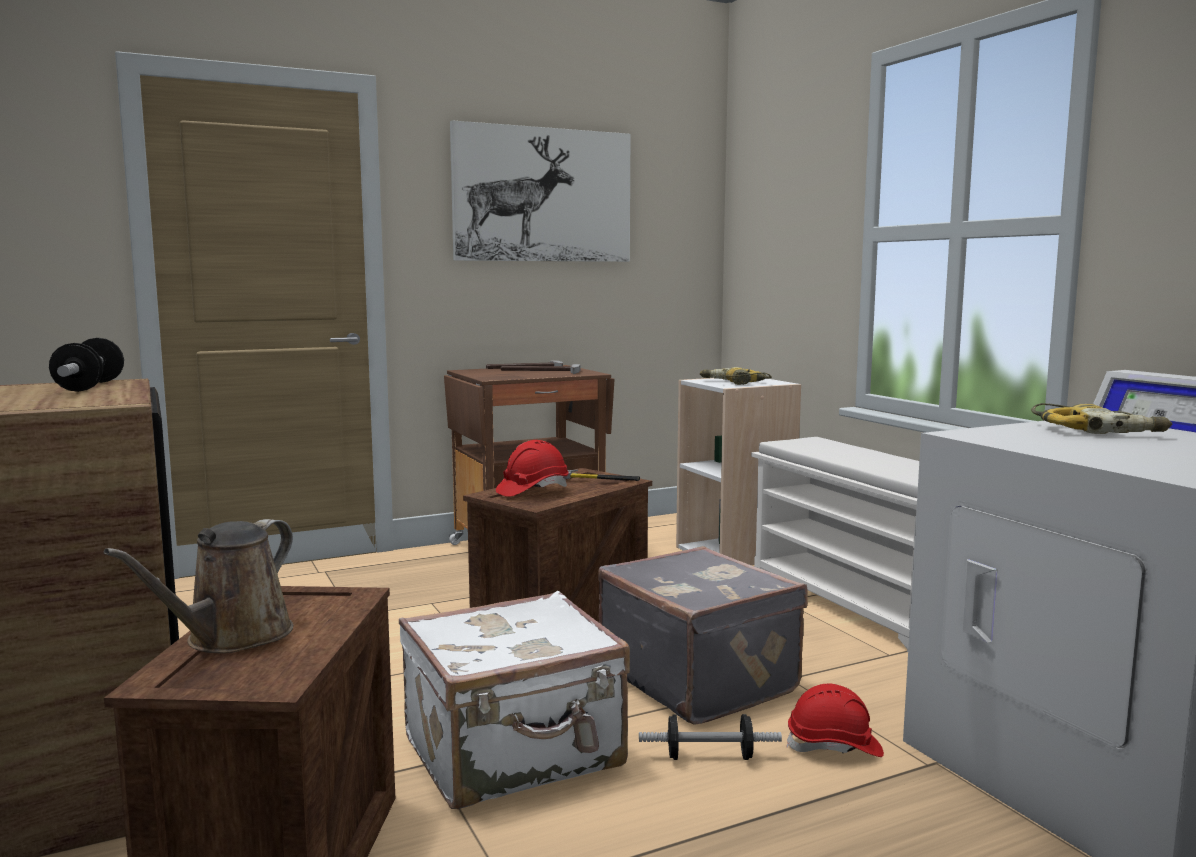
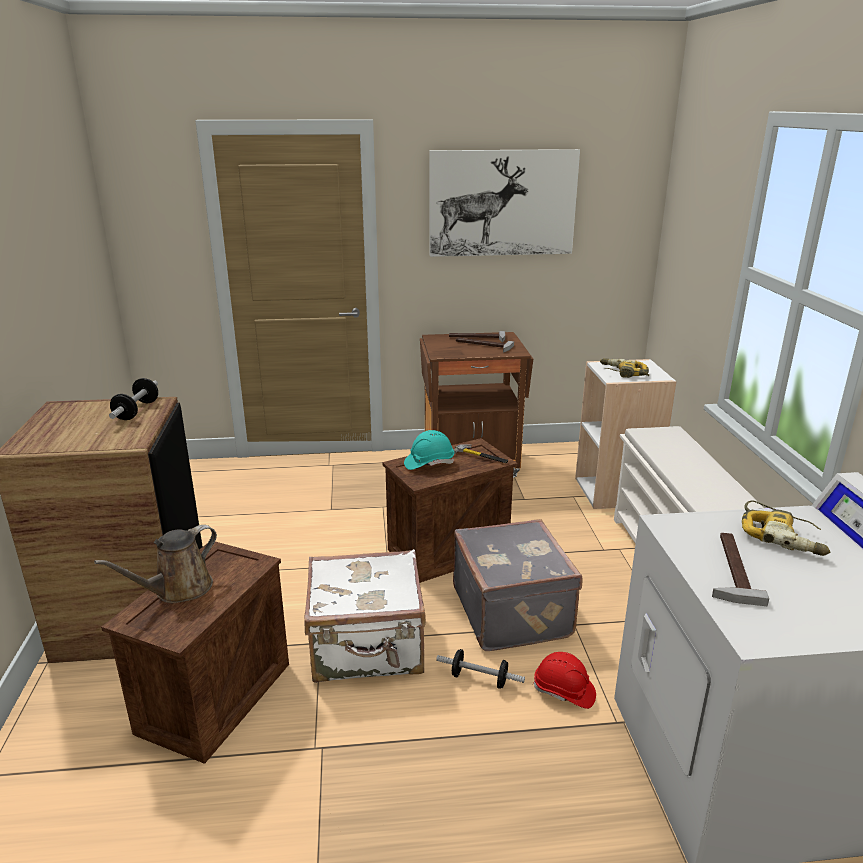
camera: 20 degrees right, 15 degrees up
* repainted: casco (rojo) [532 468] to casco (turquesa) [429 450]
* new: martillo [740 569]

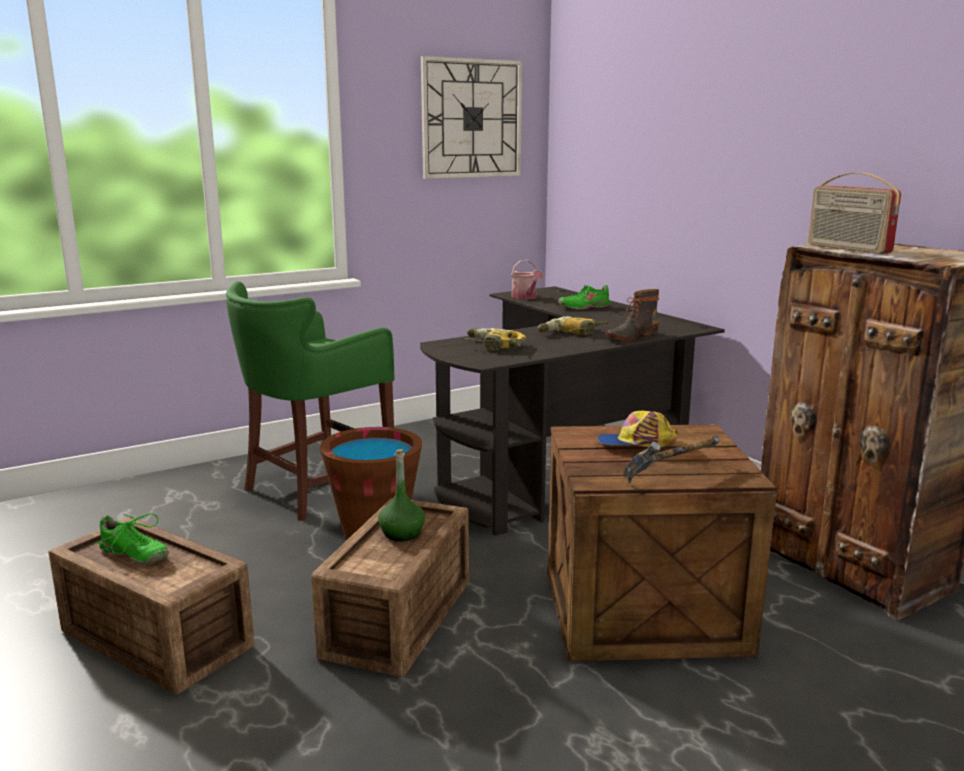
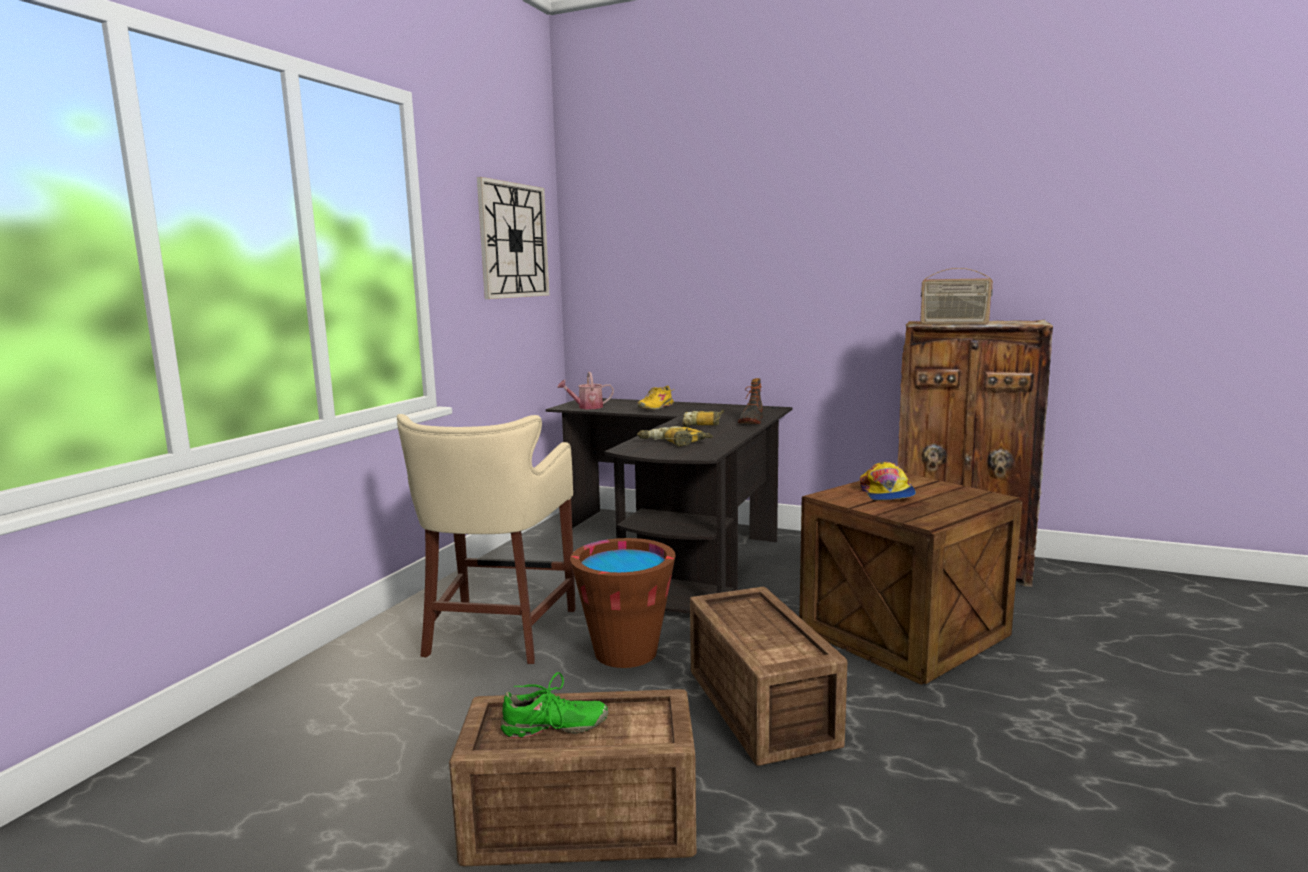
camera: 35 degrees left, 5 degrees down
* rotated: regadera [527 279] = [585 390] 135 degrees clockwise
* repainted: taburete (verde) [310 401] to taburete (beis) [486 539]
* repainted: zapato (verde) [584 297] to zapato (amarillo) [655 398]
* rotated: gorra [637 429] = [888 481] 60 degrees counterclockwise
* gone: martillo [671 459]
* gone: botella (verde) [401 495]

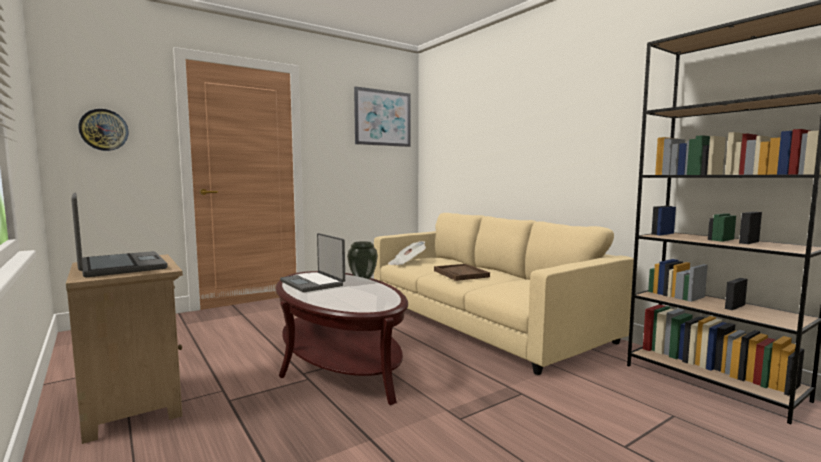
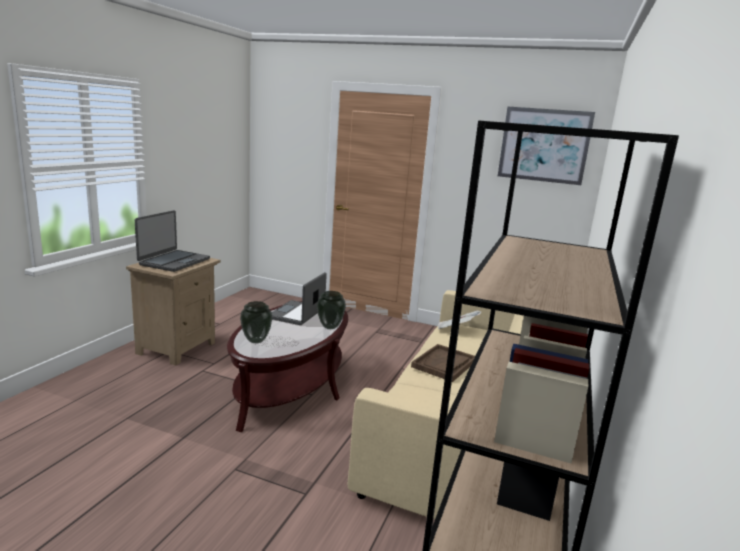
camera: 55 degrees right, 10 degrees up
* gone: reloj de pared [103 130]
* new: florero [256 322]

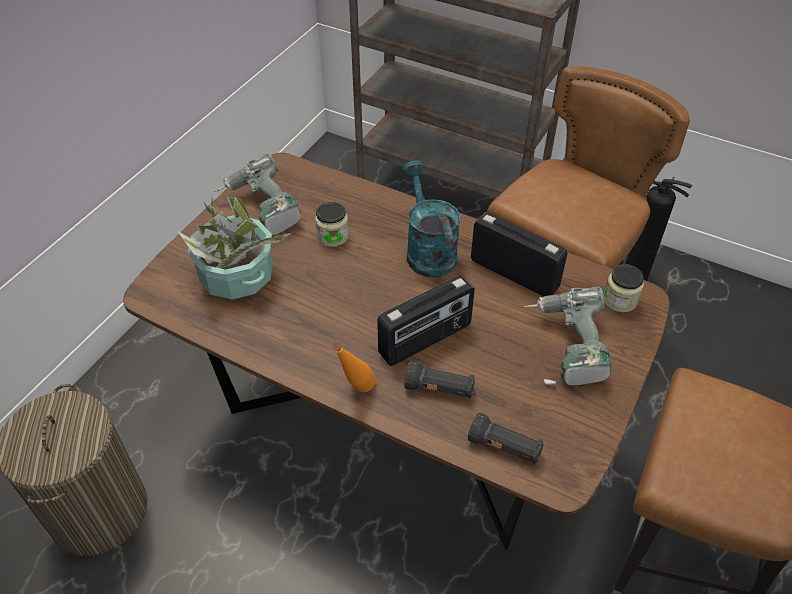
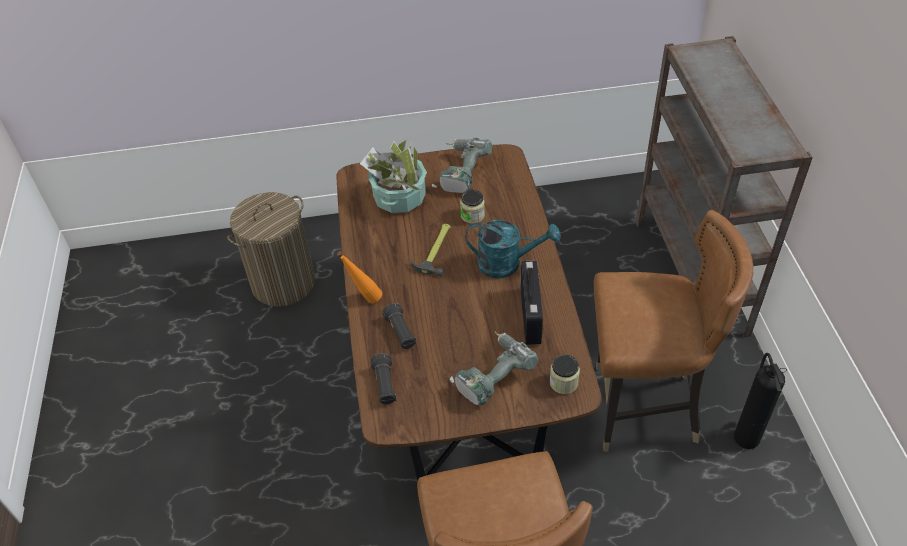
camera: 55 degrees right, 0 degrees up
* rotated: regadera (turquesa) [431 219] = [513 249] 60 degrees clockwise
* gone: radio [426 320]
* new: martillo [430 250]

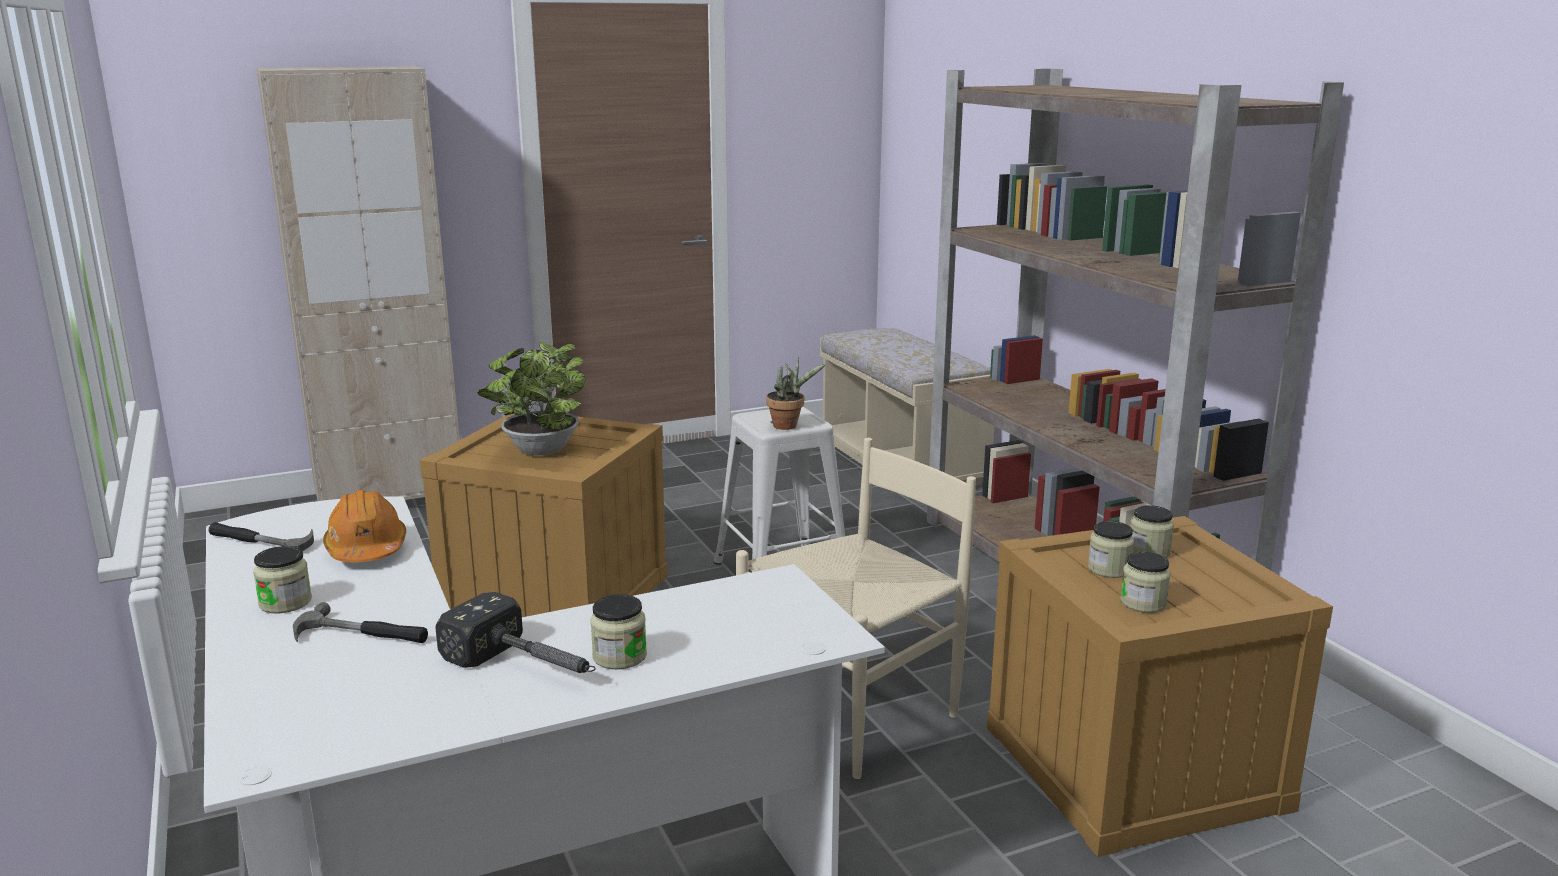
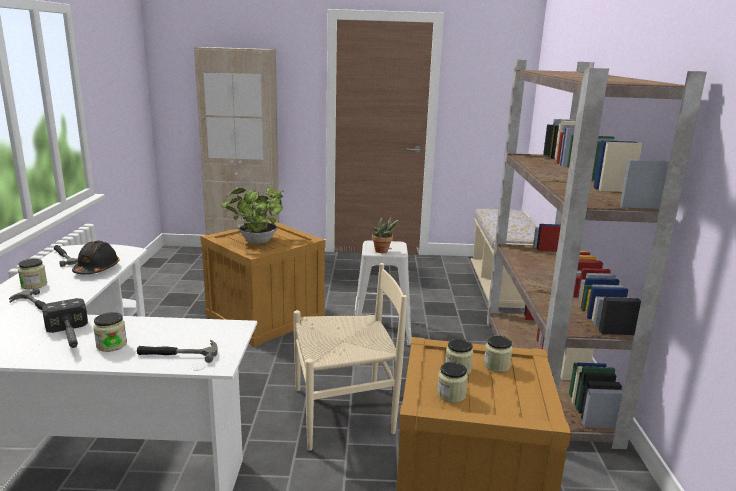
camera: 25 degrees right, 0 degrees up
* repainted: casco (naranja) [364 526] to casco (negro) [96 257]
* new: martillo [177 351]

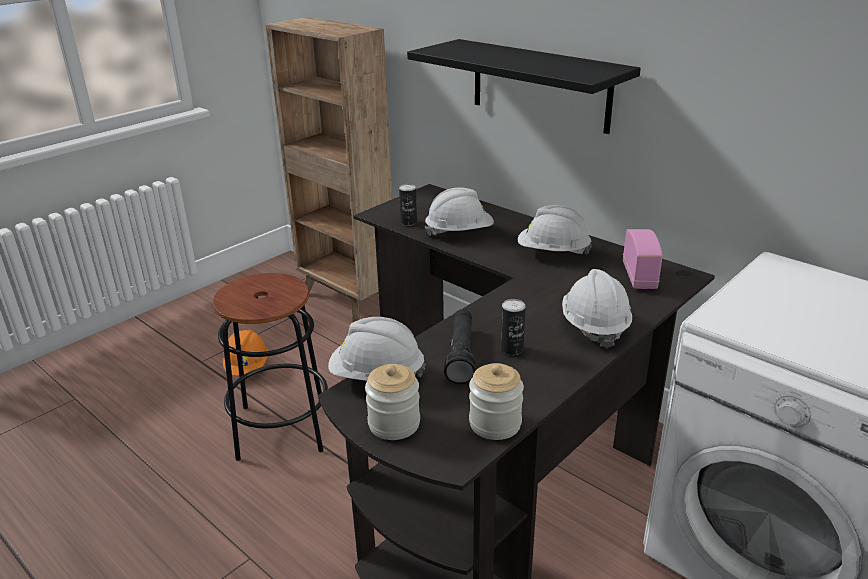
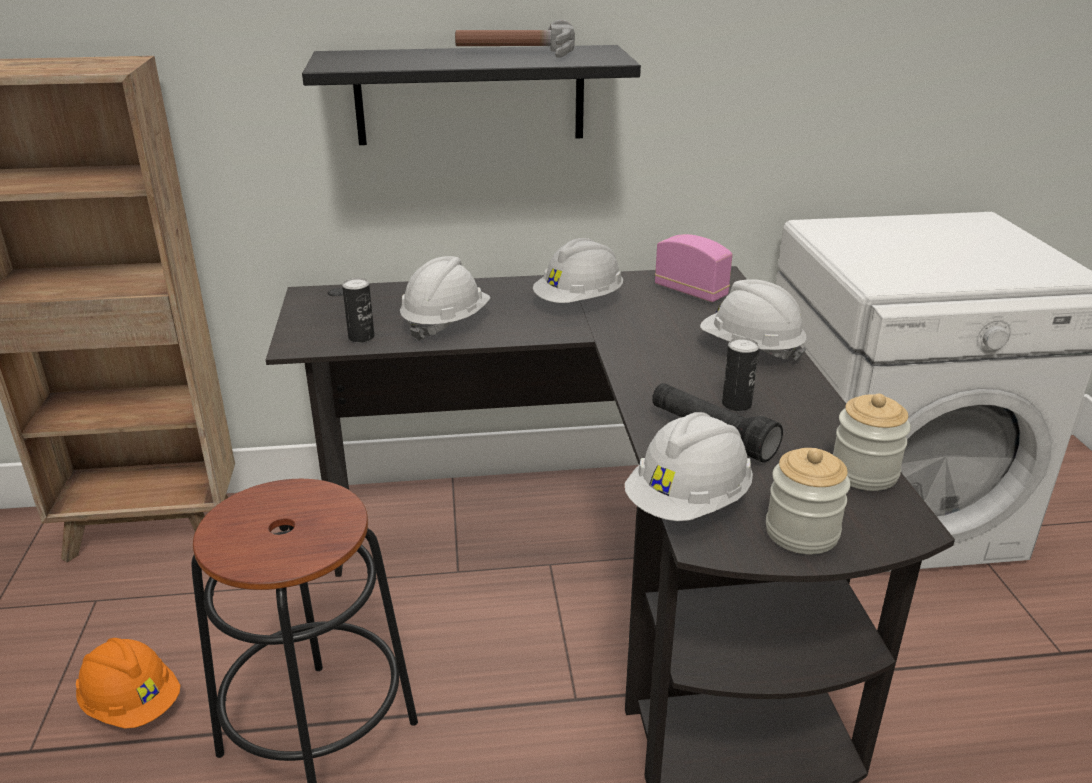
camera: 50 degrees left, 0 degrees up
* new: martillo [515 38]

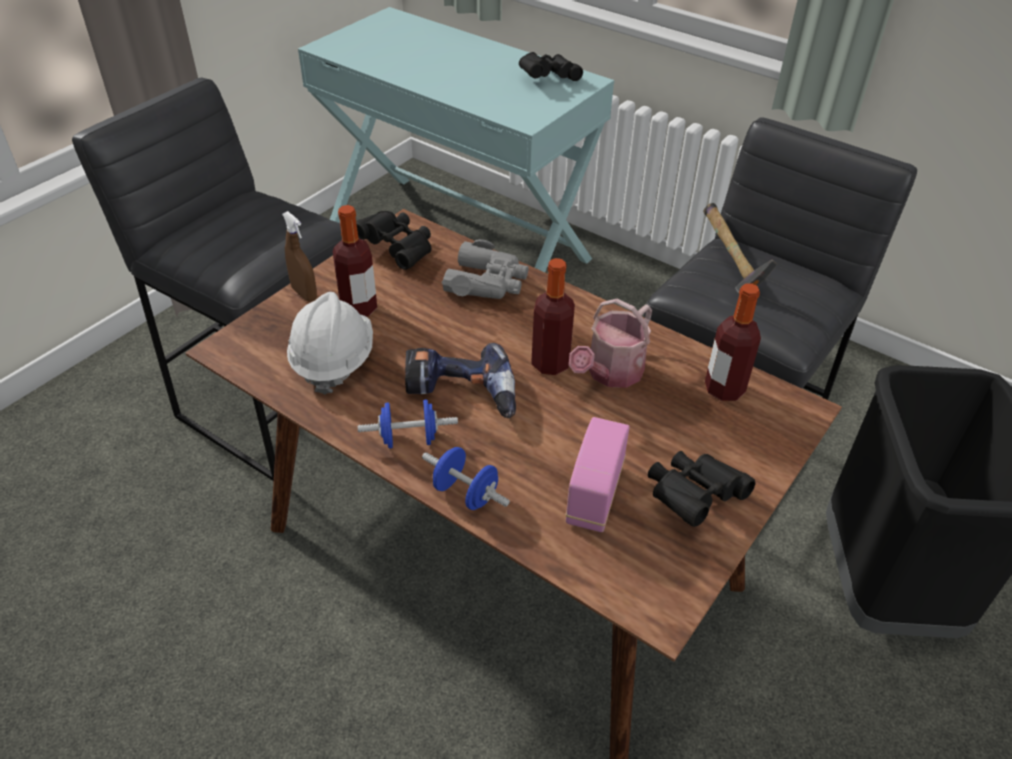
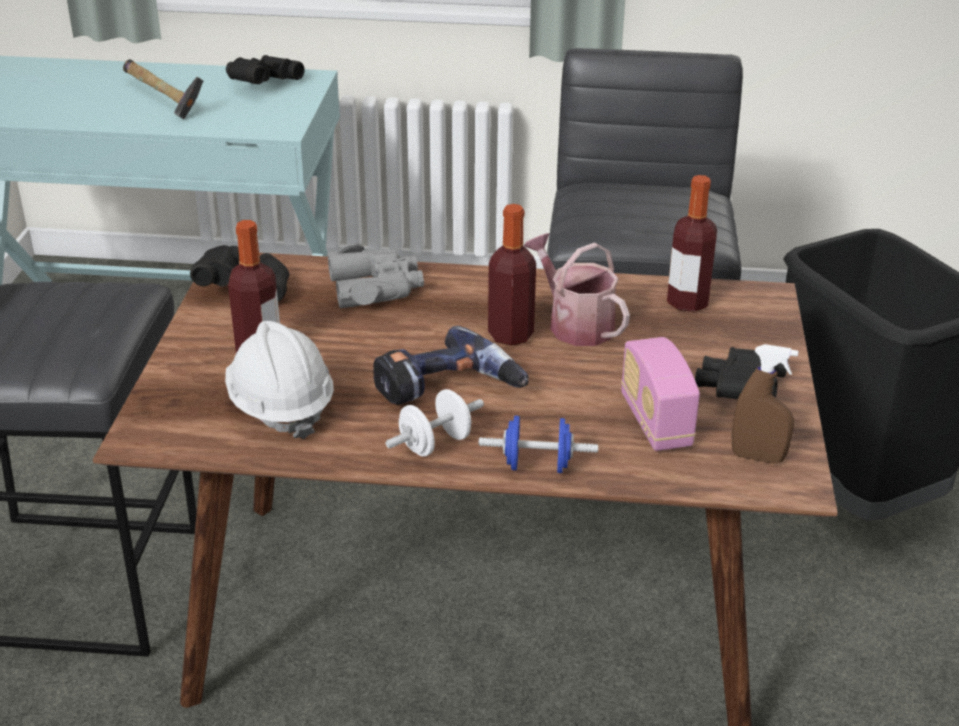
camera: 30 degrees left, 10 degrees down
* shifted: martillo [741 249] to [163 89]
* shifted: pulverizador (marrón) [299 256] to [764 404]
* rotated: regadera [610 343] = [577 289] 135 degrees clockwise
* repainted: mancuerna (azul) [408 423] to mancuerna (blanco) [434 423]

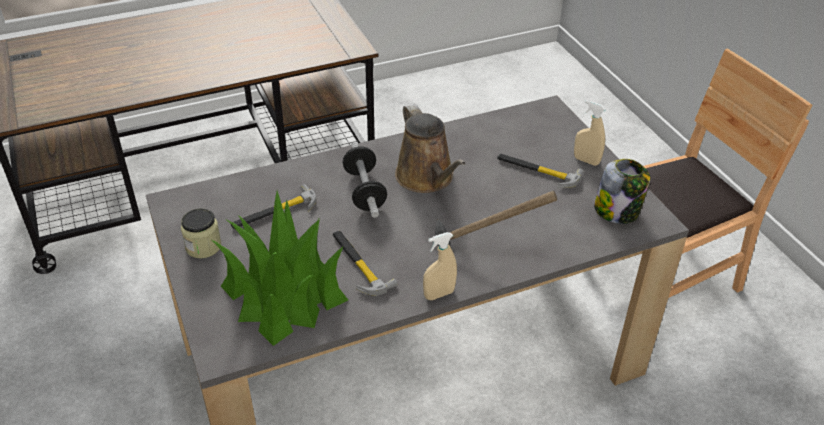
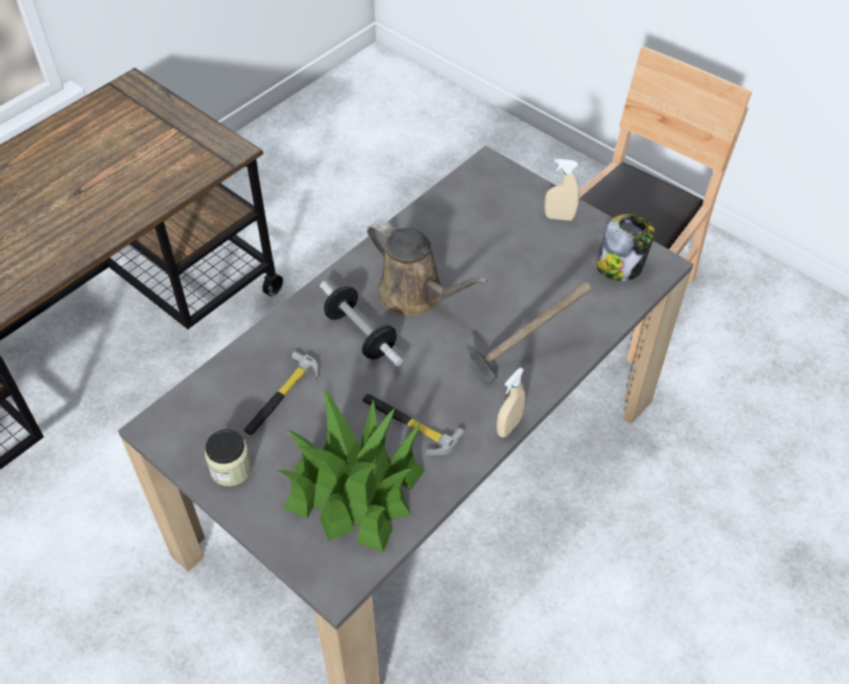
camera: 25 degrees left, 10 degrees up
* gone: martillo [540 171]

